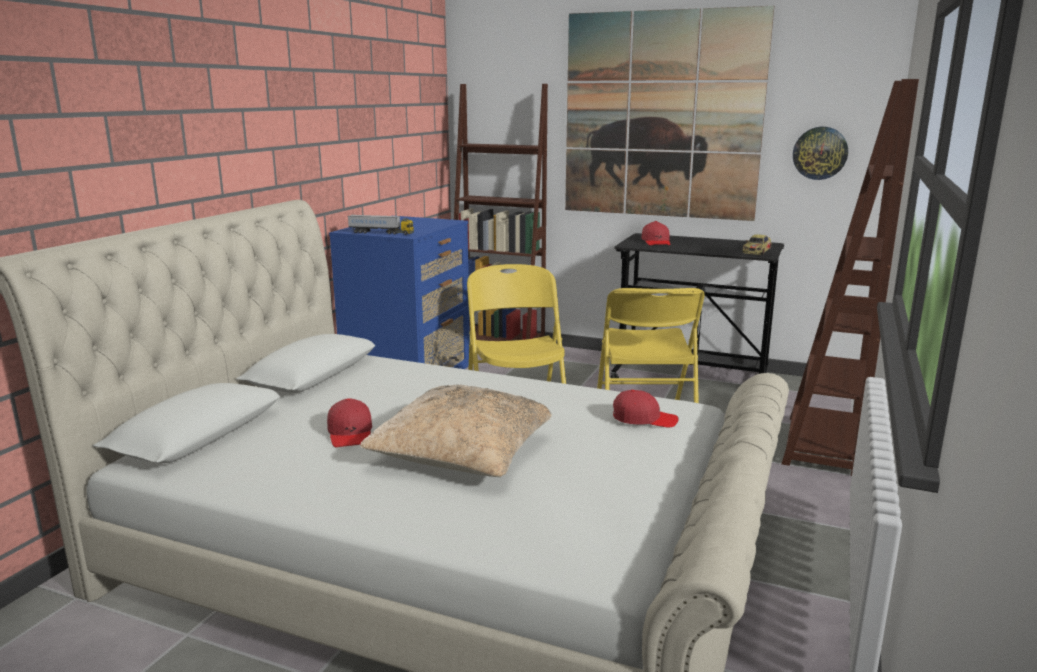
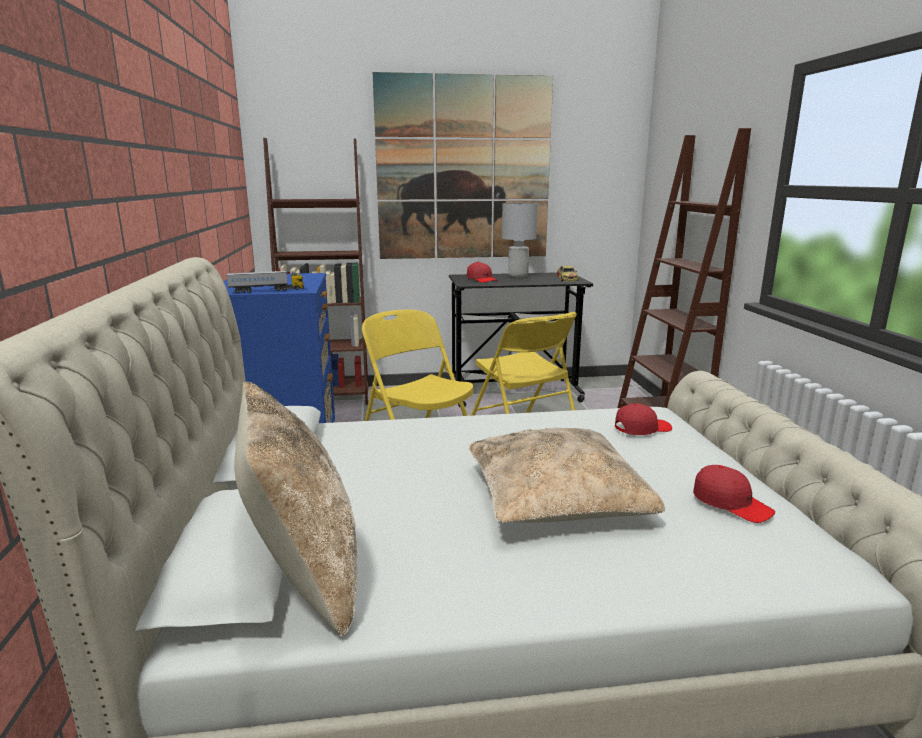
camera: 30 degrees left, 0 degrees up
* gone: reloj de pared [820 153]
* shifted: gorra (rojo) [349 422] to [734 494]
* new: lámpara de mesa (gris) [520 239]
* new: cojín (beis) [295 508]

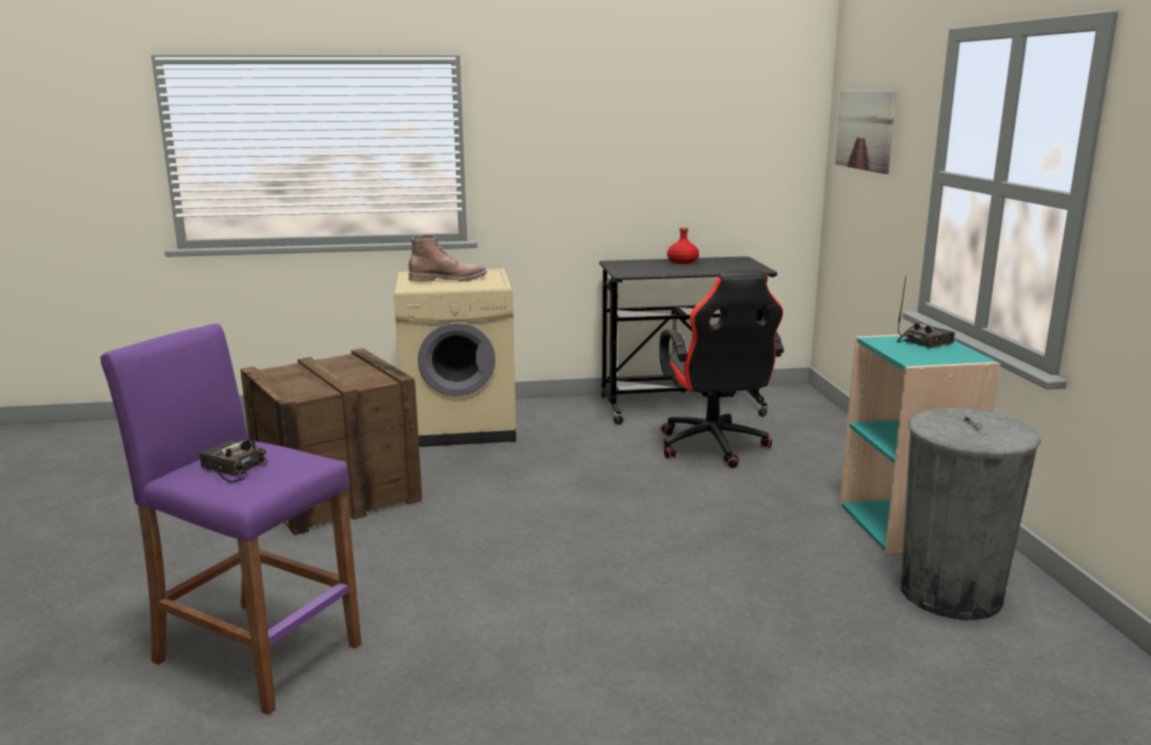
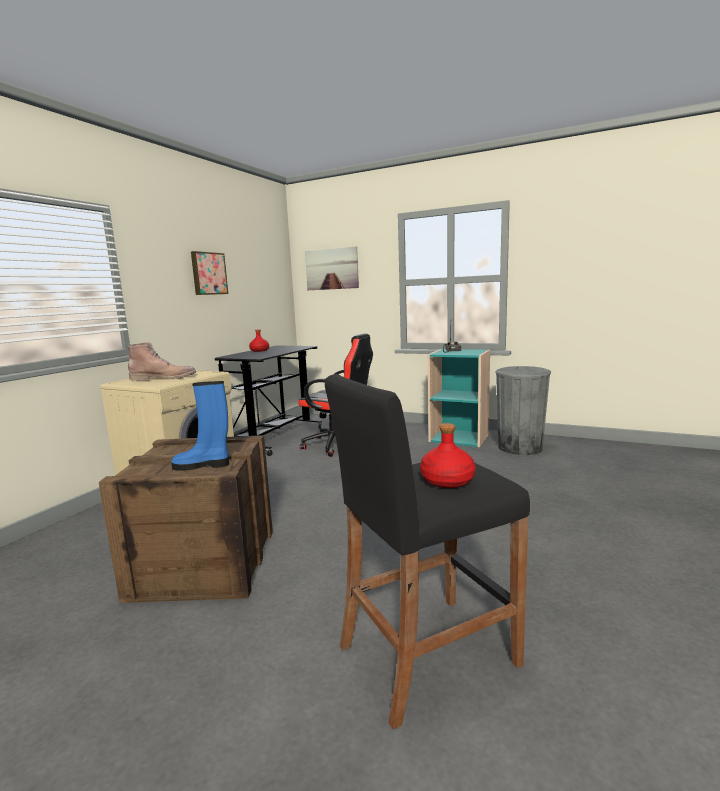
camera: 55 degrees left, 5 degrees down
* rotated: bota (marrón) [448 258] = [162 362] 60 degrees clockwise
* repainted: taburete (morado) [230 519] to taburete (negro) [427 551]
* swapped: radio [233 434] to botella (rojo) [447 455]
* new: cuadro [209 273]
* new: bota (azul) [200 426]

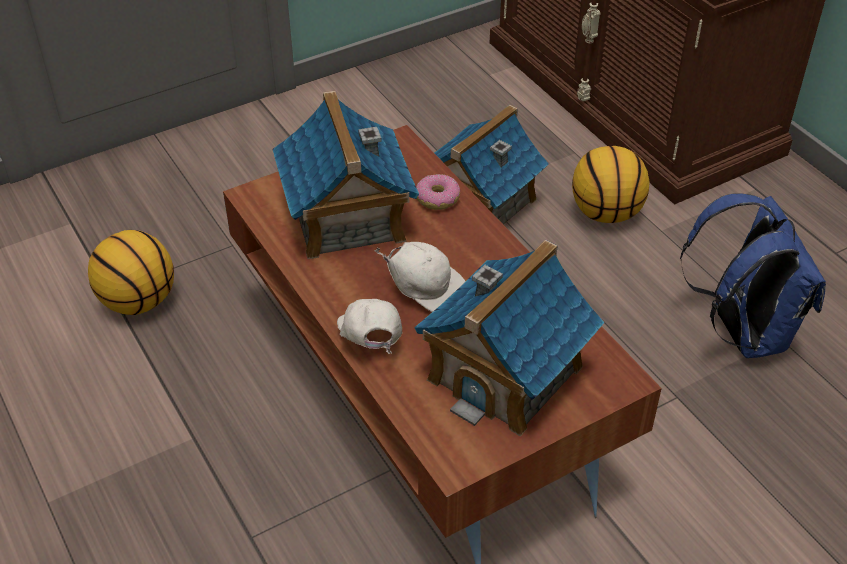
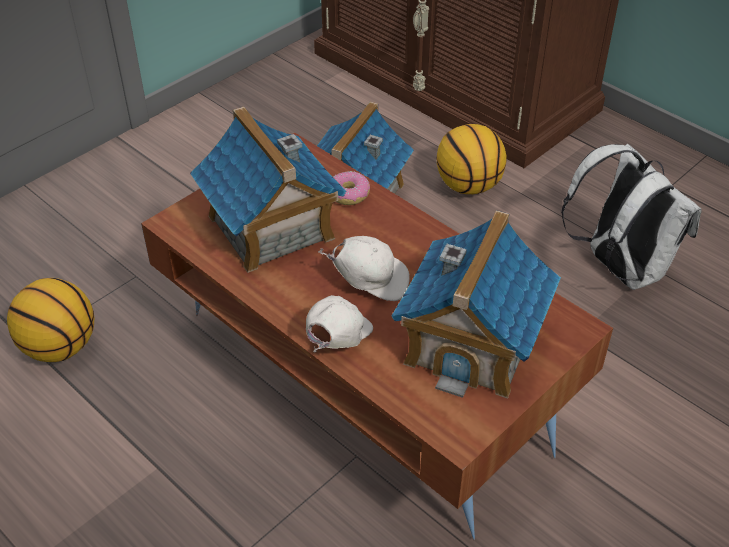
camera: 15 degrees left, 0 degrees up
* repainted: mochila (azul) [753 275] to mochila (blanco) [631 217]
* rotated: gorra (blanco) [369 326] = [339 324] 60 degrees clockwise

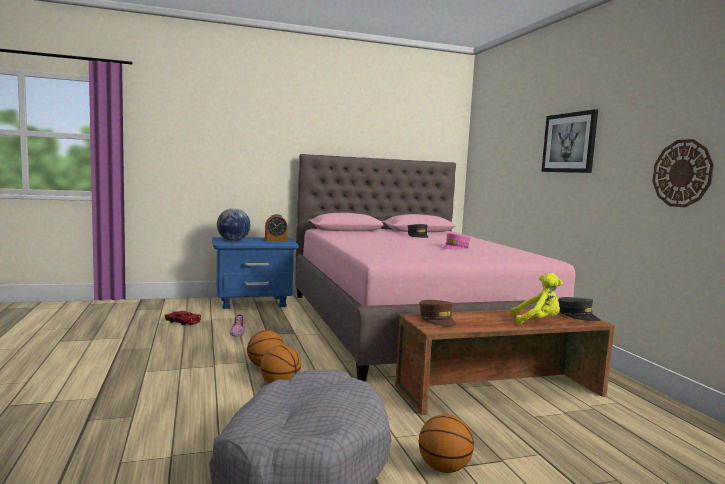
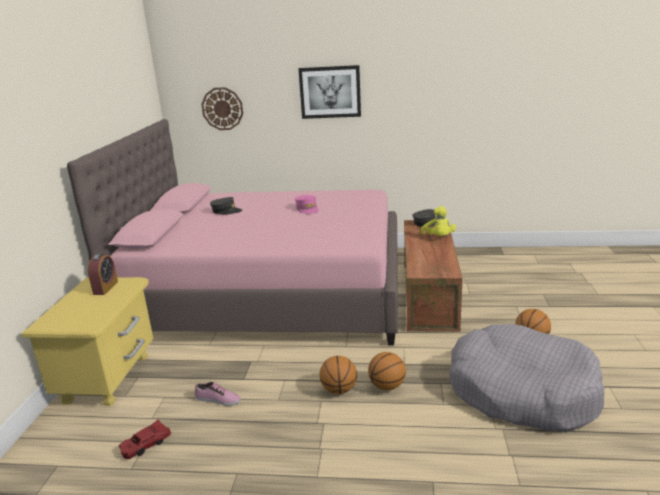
camera: 65 degrees left, 15 degrees up
* shifted: reloj de pared [683 173] to [222 108]
* gone: globo terráqueo [233 224]
* repainted: mesita de noche (azul) [255 273] to mesita de noche (amarillo) [87 341]
* rotated: peluche (amarillo) [537 299] = [438 221] 135 degrees clockwise
* gone: gorra (marrón) [438 313]

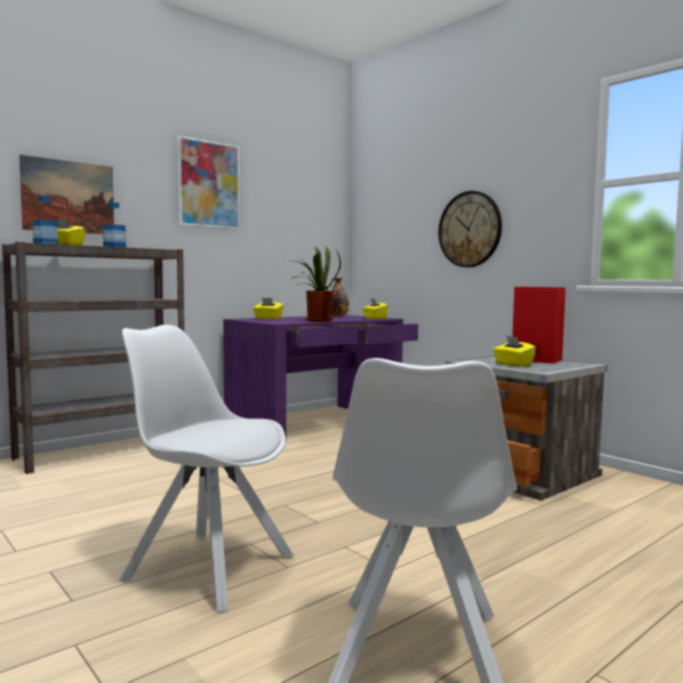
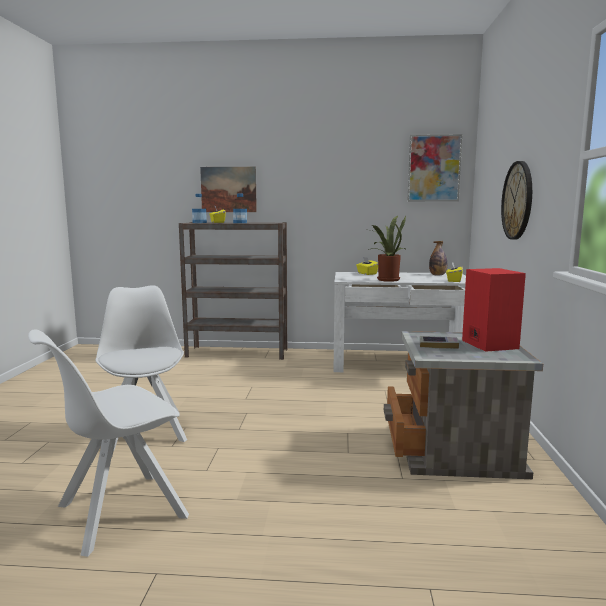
camera: 45 degrees right, 5 degrees up
* shifted: cuadro [208 183] to [434 168]
* repainted: escritorio (morado) [320 376] to escritorio (blanco) [400 322]
* swapped: caja de pañuelos (amarillo) [514 351] to libro [439 342]

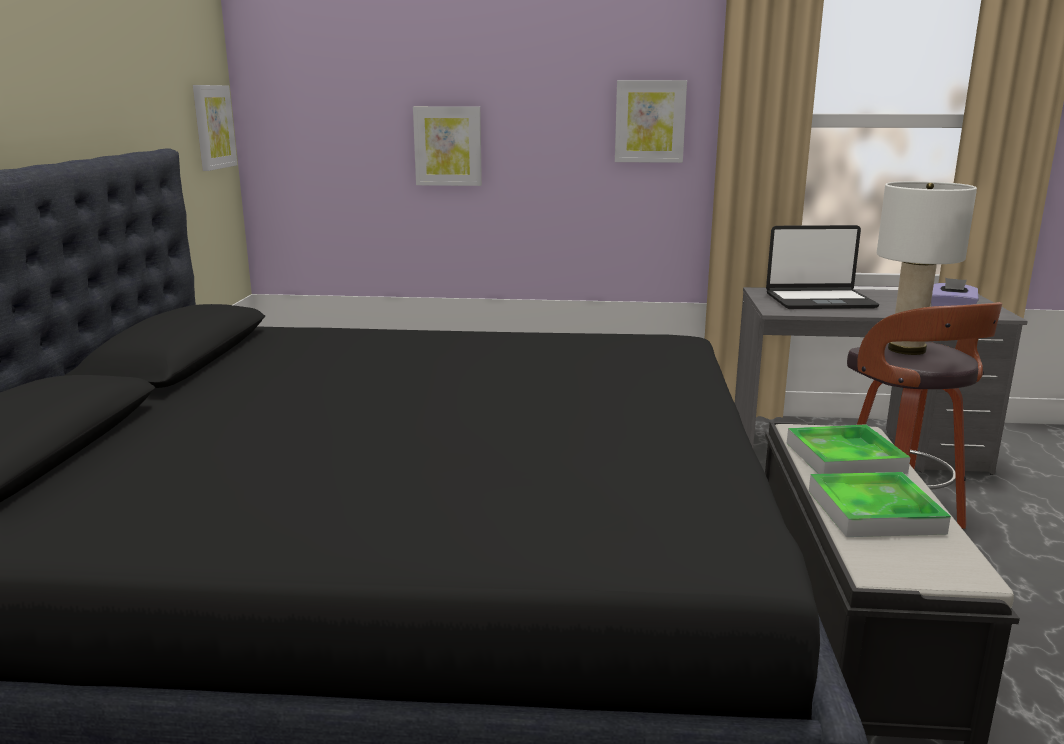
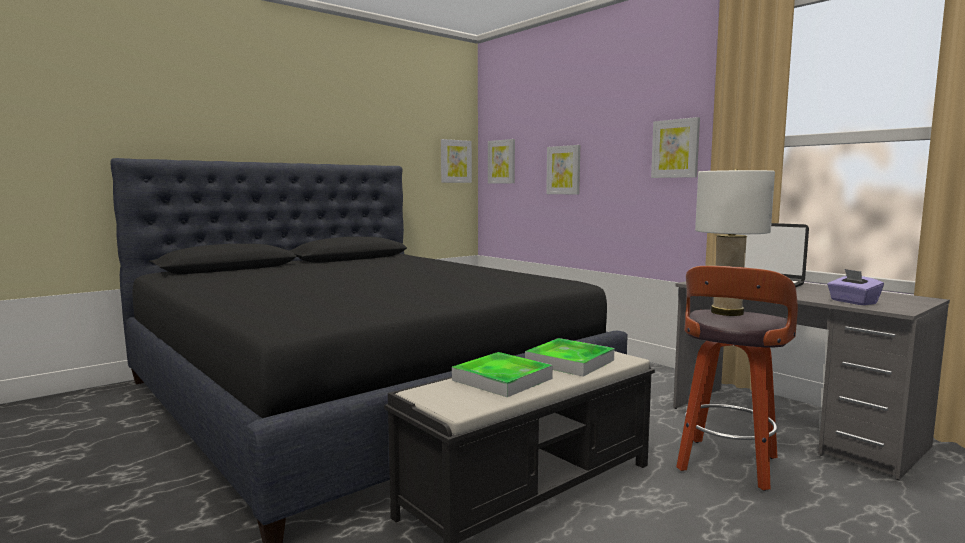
camera: 45 degrees right, 10 degrees down
* new: cuadro [501 161]

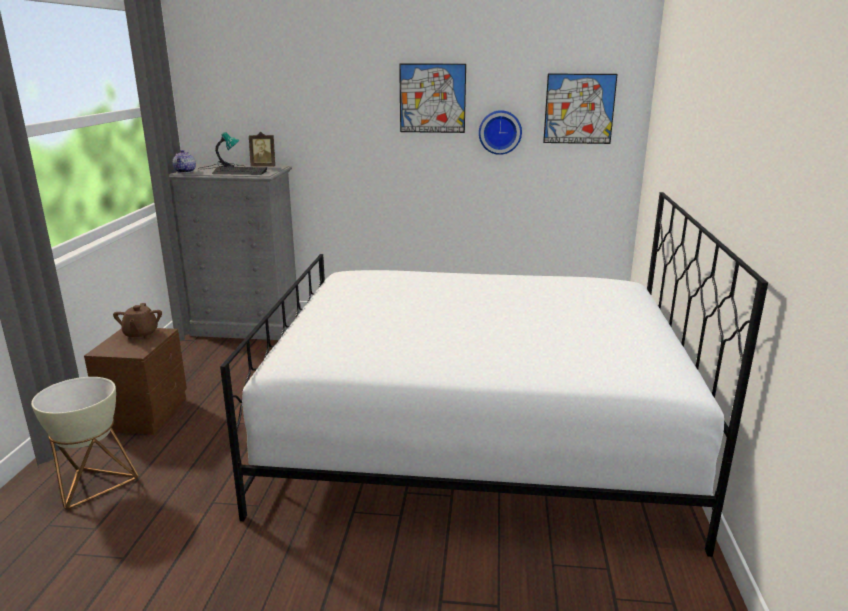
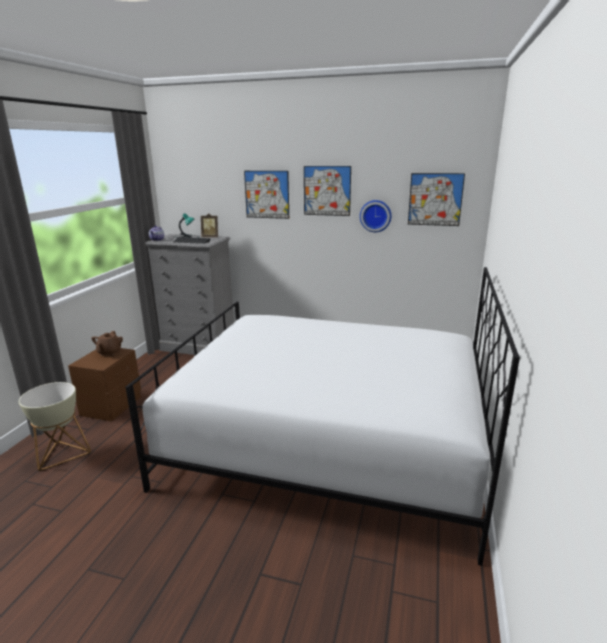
camera: 10 degrees right, 0 degrees up
* new: cuadro [266 195]

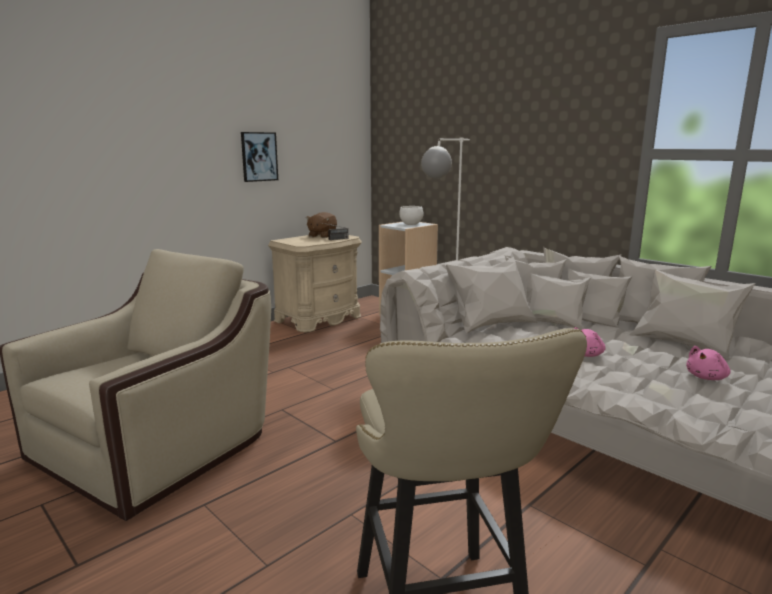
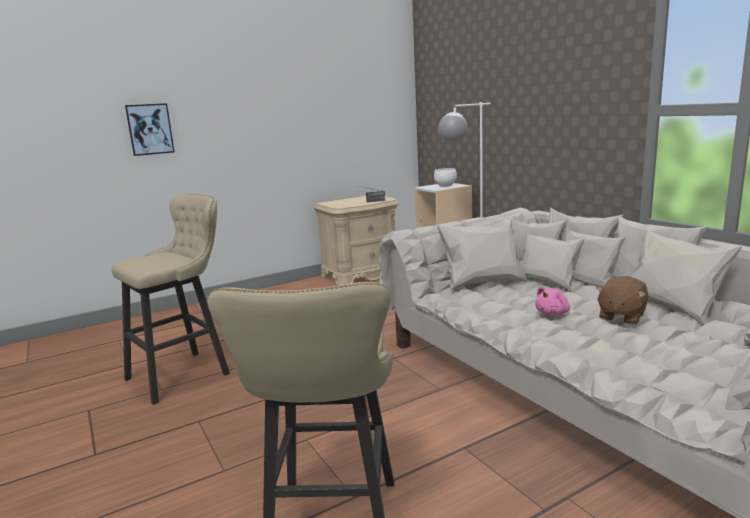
camera: 15 degrees right, 0 degrees up
* shifted: cuadro [259 157] to [149 129]
* shifted: peluche (marrón) [321 225] to [622 300]
* swapped: sillón (beis) [135 385] to taburete (beis) [170 299]
* gone: peluche (rosa) [708 363]

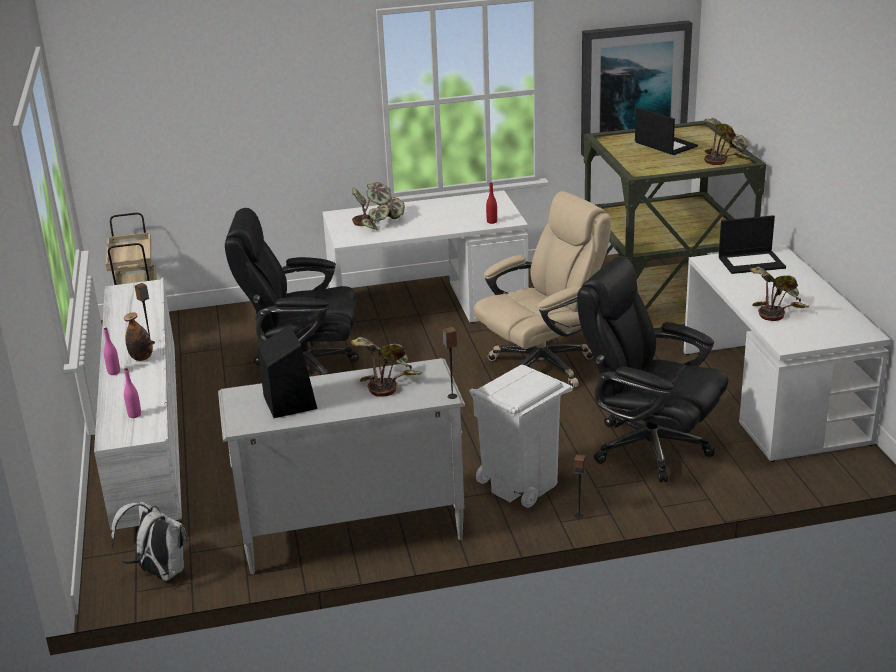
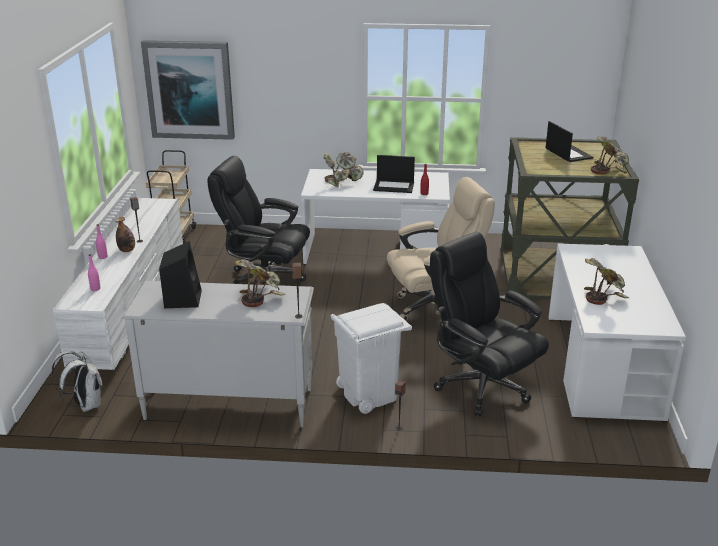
camera: 15 degrees right, 0 degrees up
* shifted: cuadro [636 88] to [188 90]
* shifted: portátil [752 244] to [394 174]

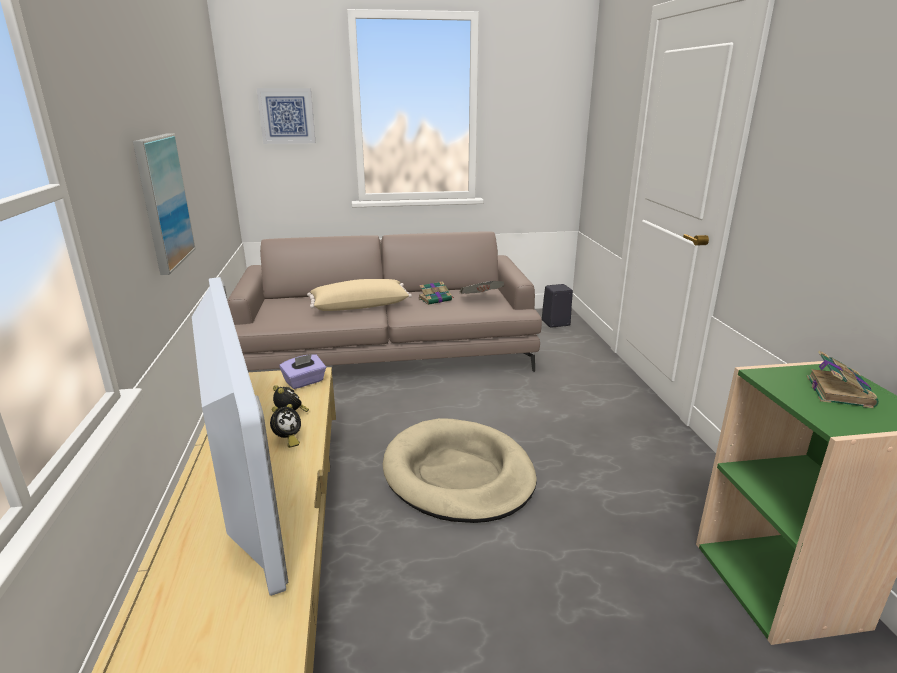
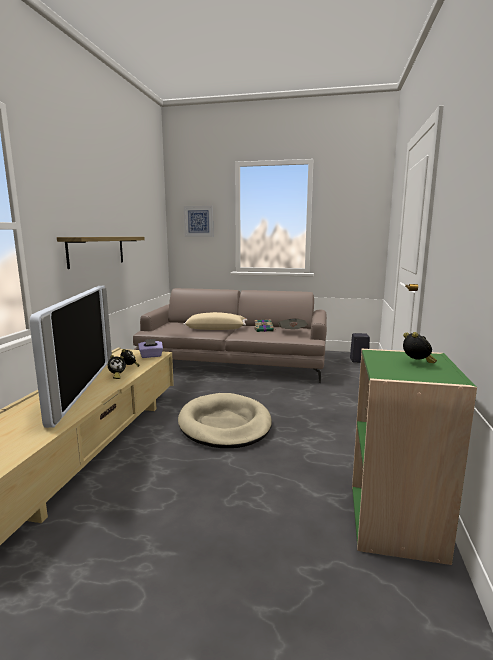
camera: 20 degrees right, 10 degrees down
* swapped: cuadro [164 204] to estante [101 253]
* swapped: libro [843 379] to despertador [420 347]

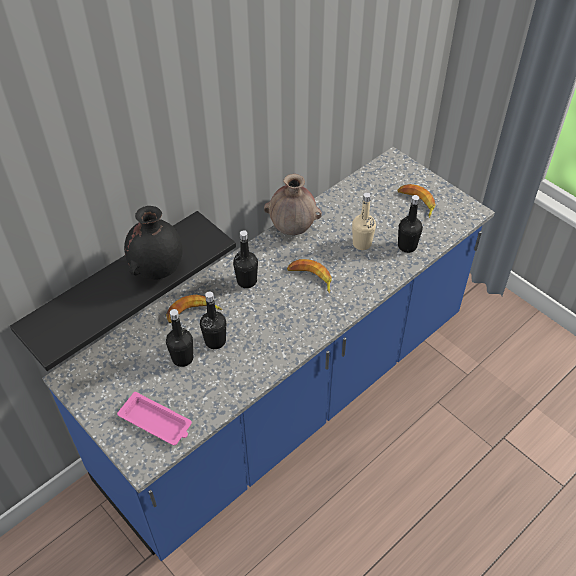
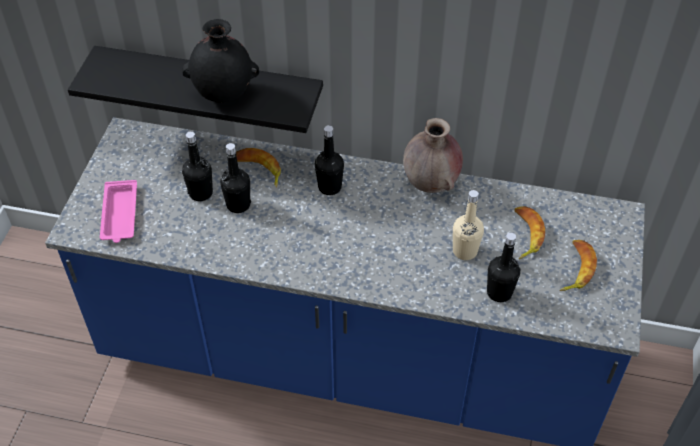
camera: 55 degrees right, 0 degrees up
* shifted: plátano [309 276] to [529 232]

